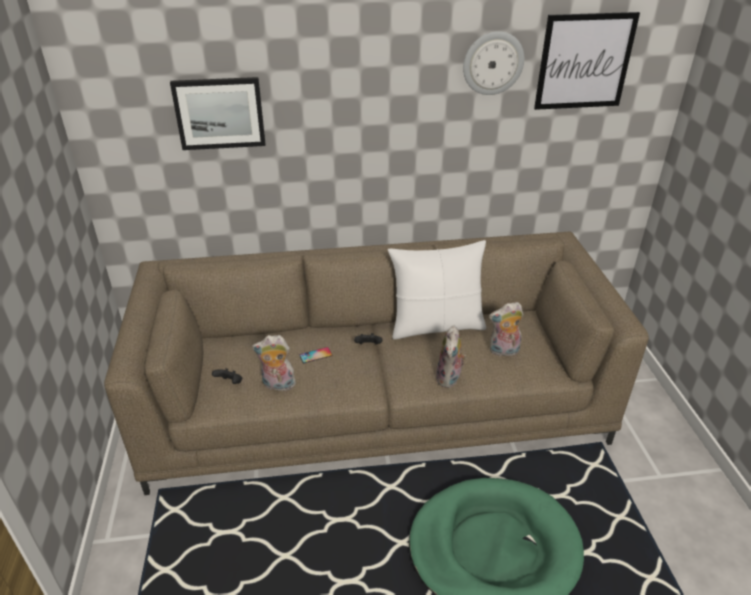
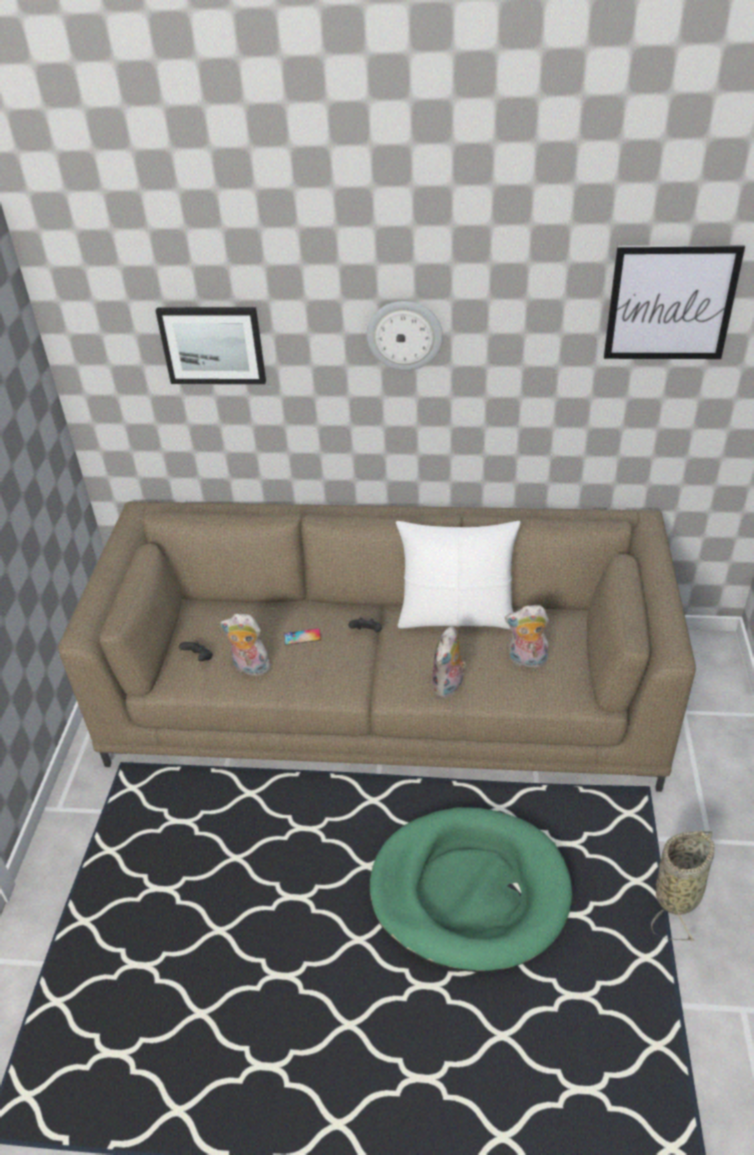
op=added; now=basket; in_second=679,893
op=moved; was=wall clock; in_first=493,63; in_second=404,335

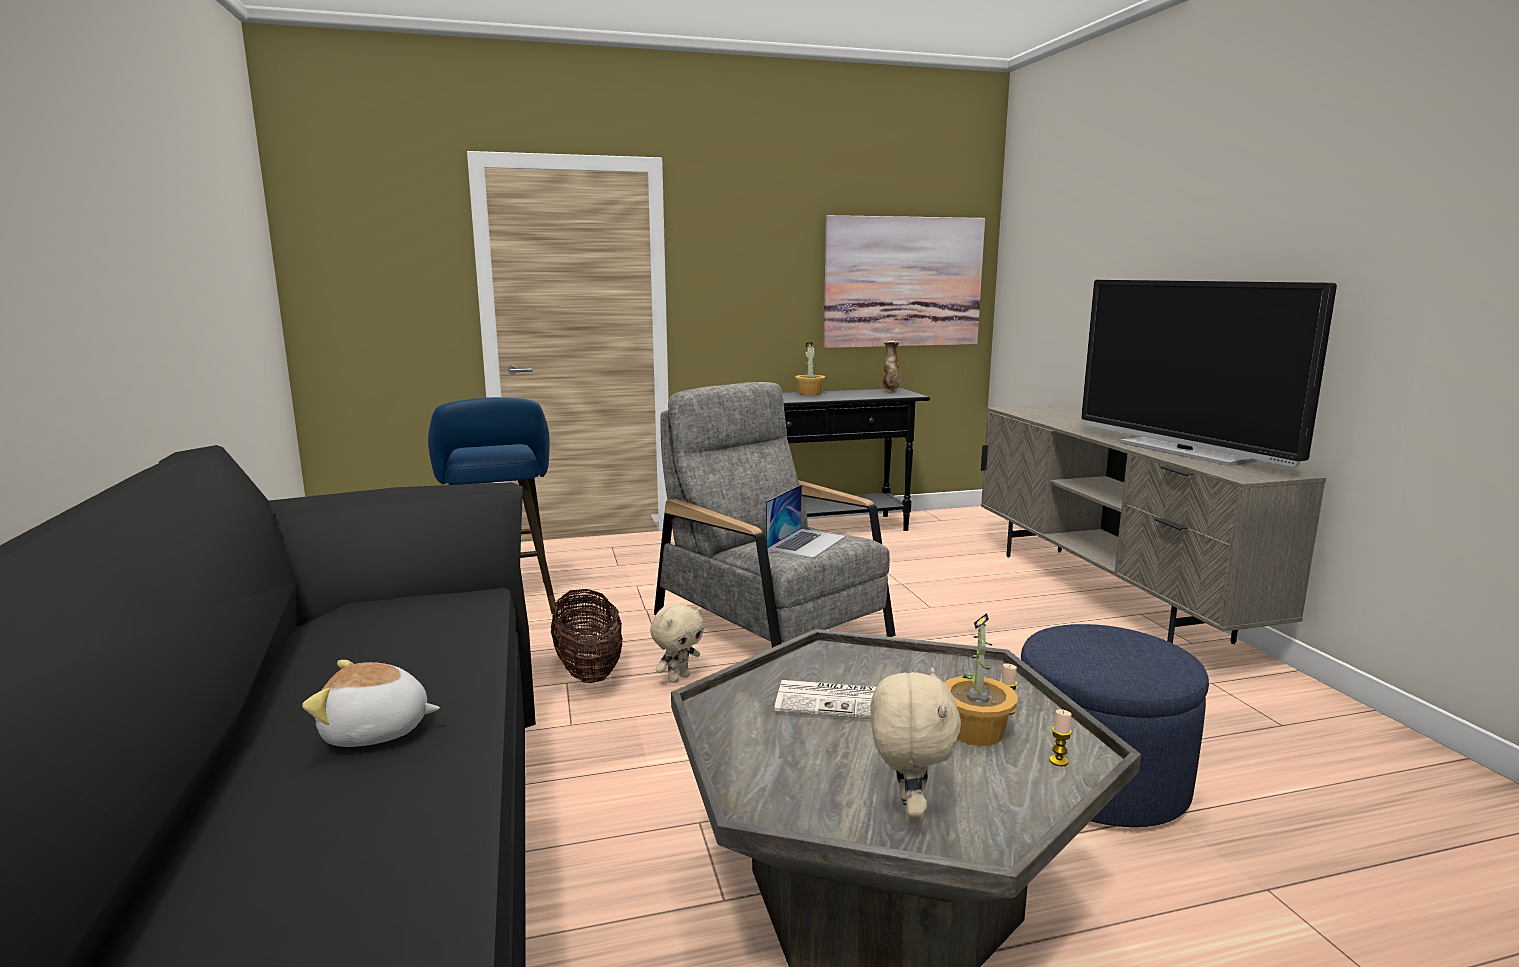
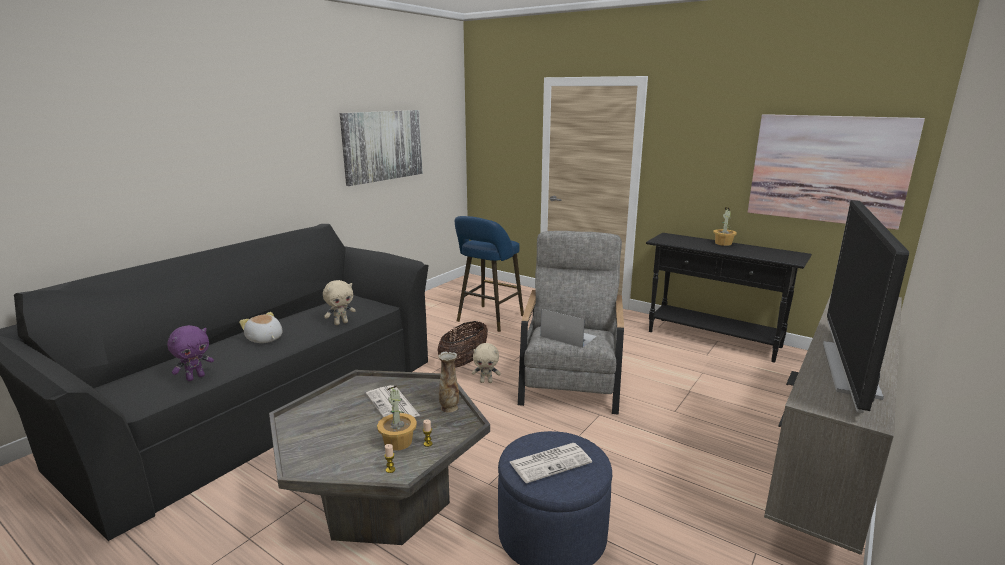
op=added; now=plush toy (purple); in_second=195,377
op=added; now=picture; in_second=383,146
op=added; now=newspaper; in_second=551,462
op=moved; was=plush toy (beige); in_first=907,812; in_second=341,323
op=moved; was=vase; in_first=890,391; in_second=449,407
op=turned; was=laptop; in_first=806,542; in_second=568,336; clockwise=-135

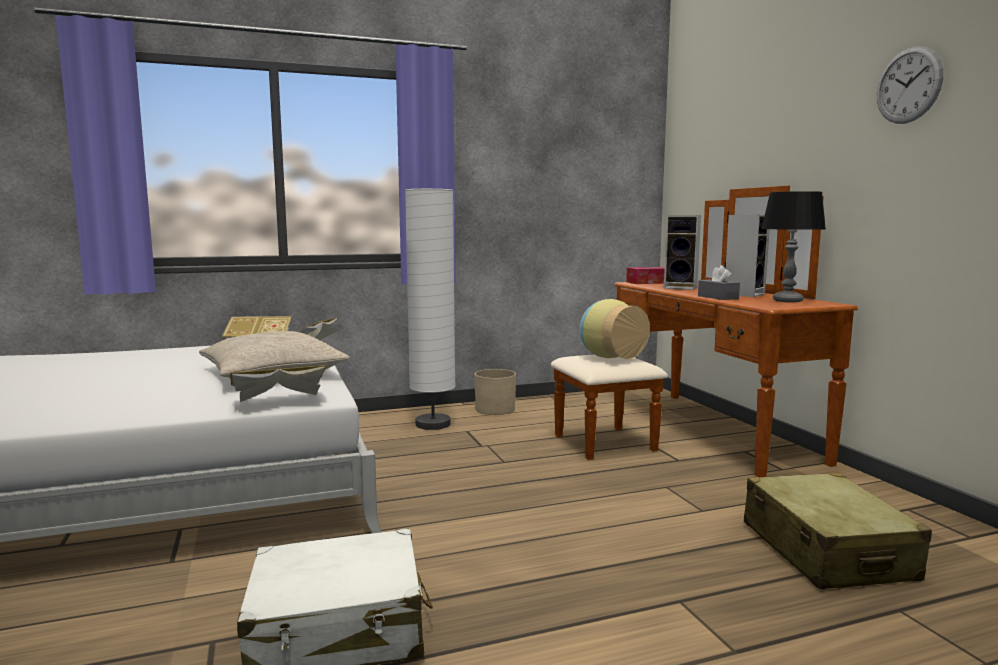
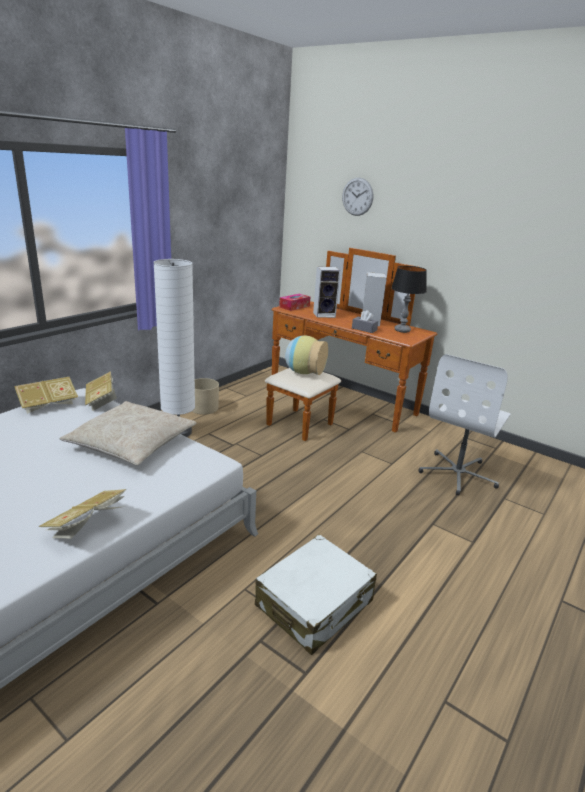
op=moved; was=book; in_first=280,402; in_second=87,527
op=moved; was=wall clock; in_first=908,85; in_second=357,196
op=replaced; was=suitcase (beige); now=office chair (white); in_first=826,551; in_second=458,474

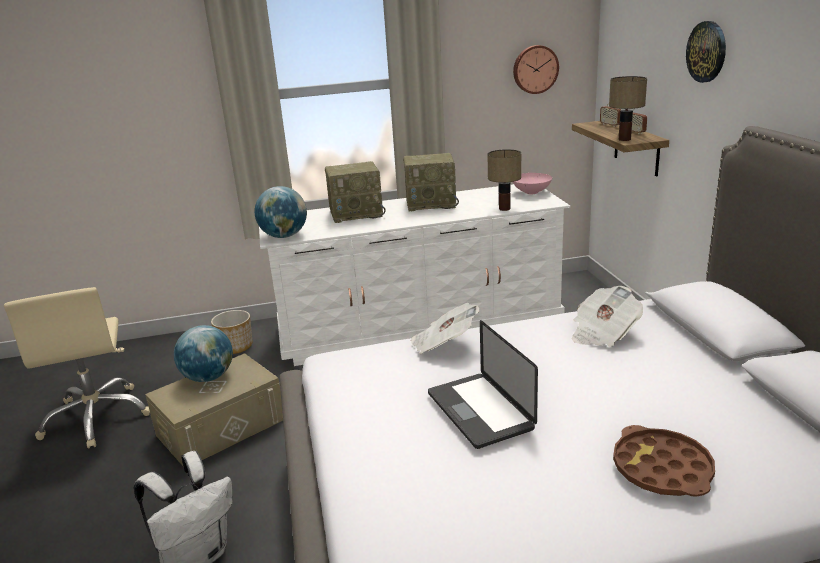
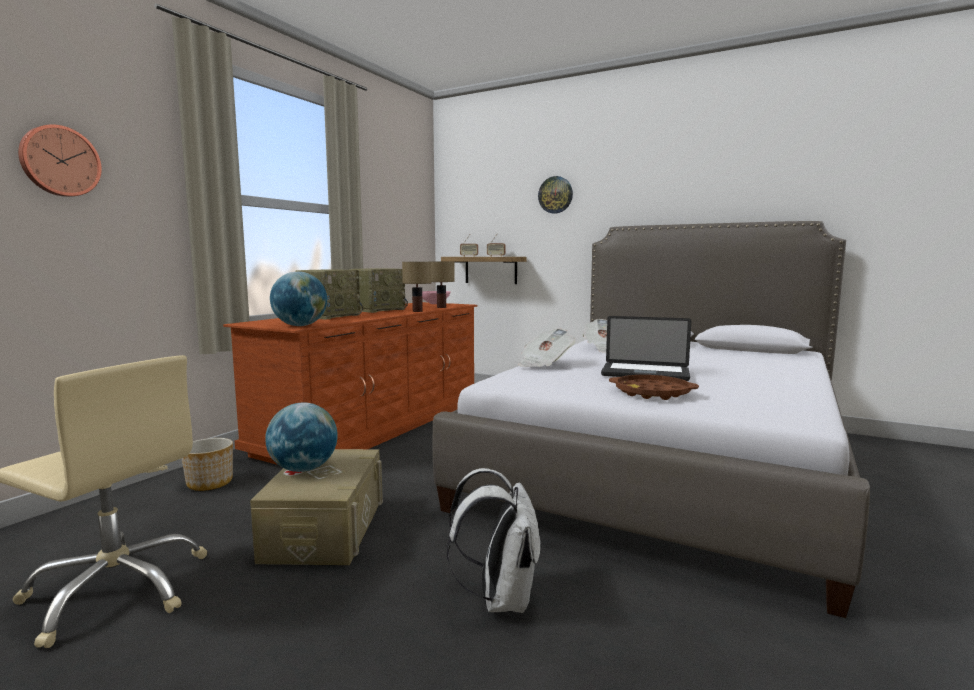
op=moved; was=wall clock; in_first=535,69; in_second=59,161
op=moved; was=table lamp; in_first=624,139; in_second=417,311
op=moved; was=tray (brown); in_first=662,469; in_second=652,393
op=recoloured; was=dresser (white); now=dresser (brown); in_first=418,325; in_second=377,426

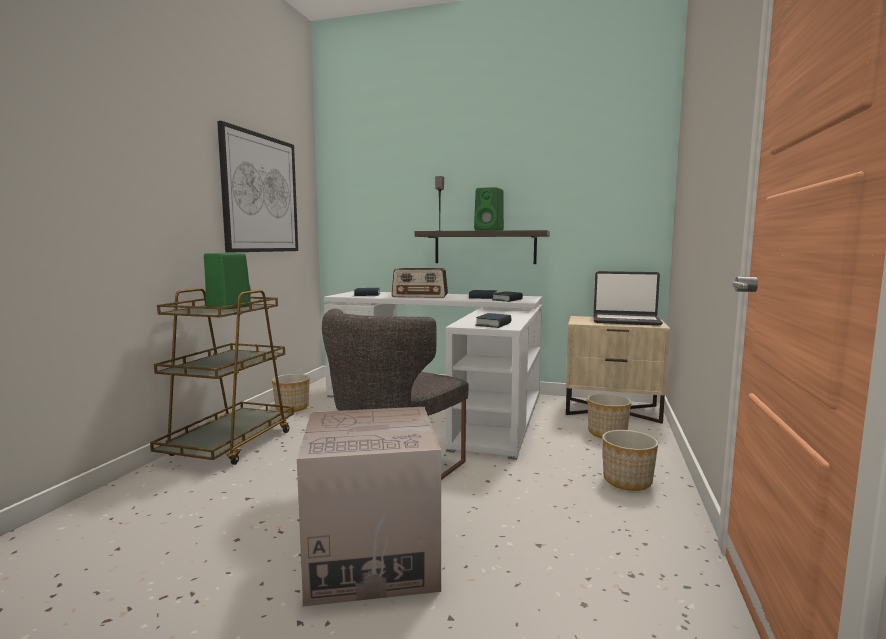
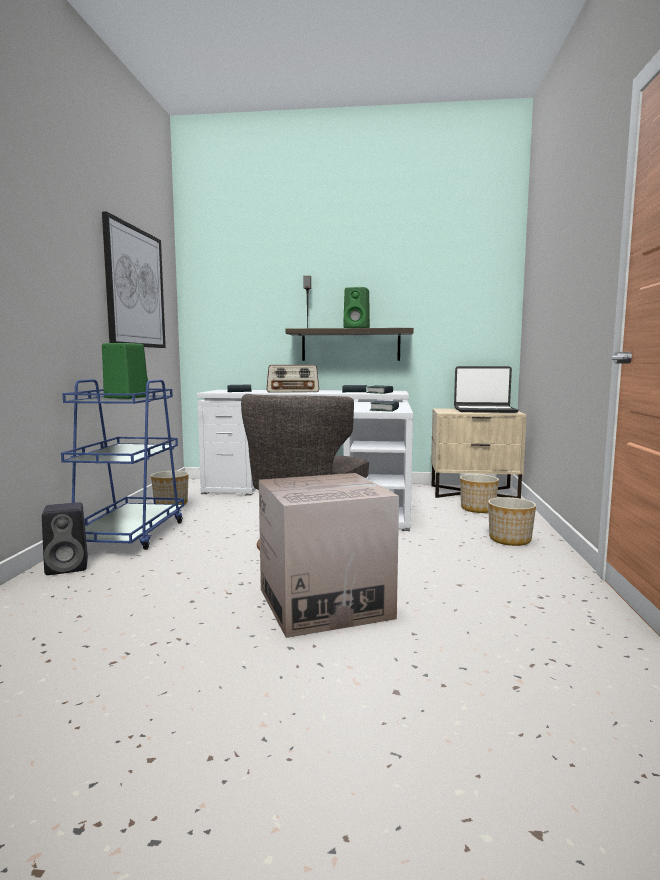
op=added; now=speaker (black); in_second=68,567
op=recoloured; was=cart (brown); now=cart (blue); in_first=230,444; in_second=129,535

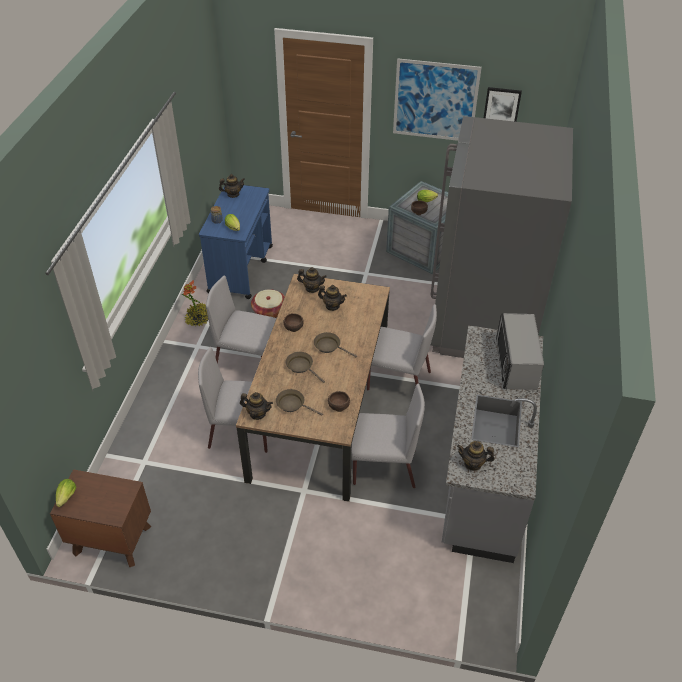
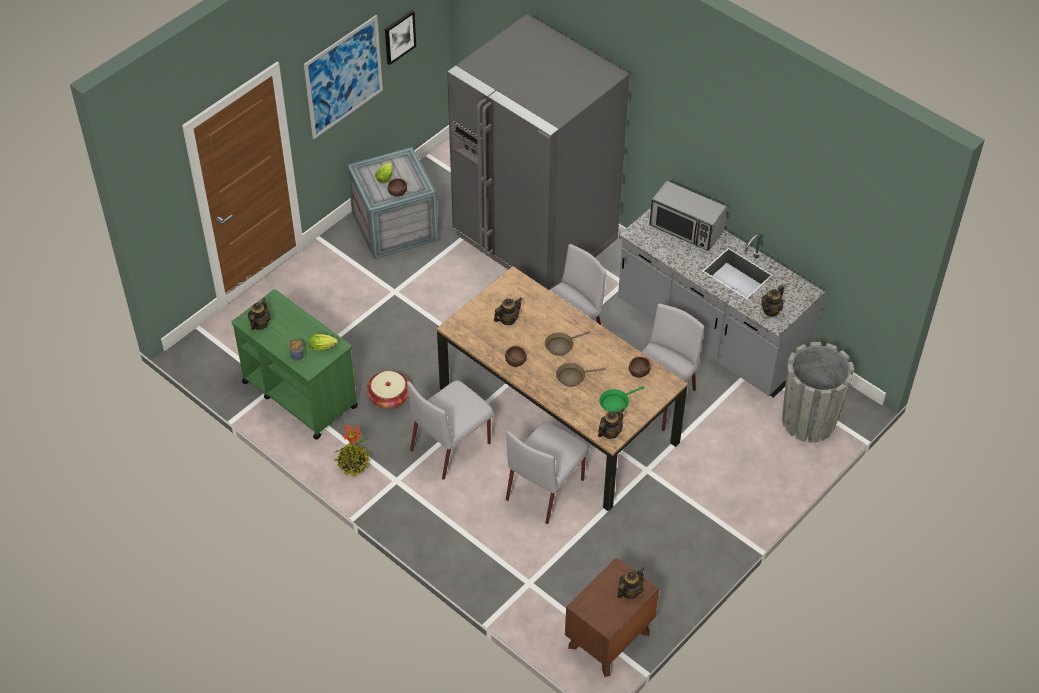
op=removed; was=lettuce; in_first=66,498
op=added; now=planter (grey); in_second=808,421
op=moved; was=teapot; in_first=312,288; in_second=629,591
op=recoloured; was=cart (blue); now=cart (green); in_first=241,269; in_second=299,394
op=recoloured; was=frying pan (brown); now=frying pan (green); in_first=293,404; in_second=616,403

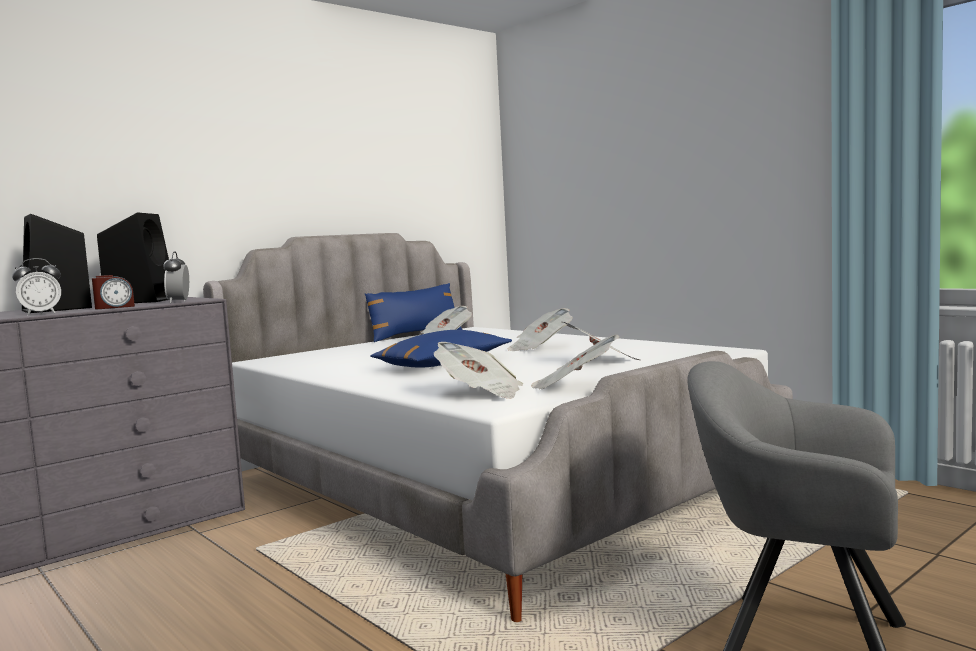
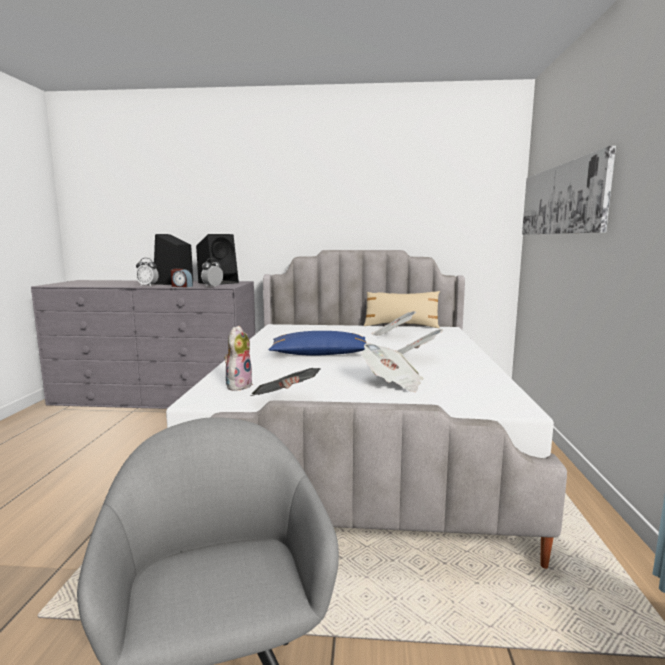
op=added; now=picture; in_second=561,199
op=replaced; was=newspaper; now=plush toy; in_first=480,393; in_second=238,385
op=recoloured; was=pillow (blue); now=pillow (beige); in_first=415,335; in_second=401,326

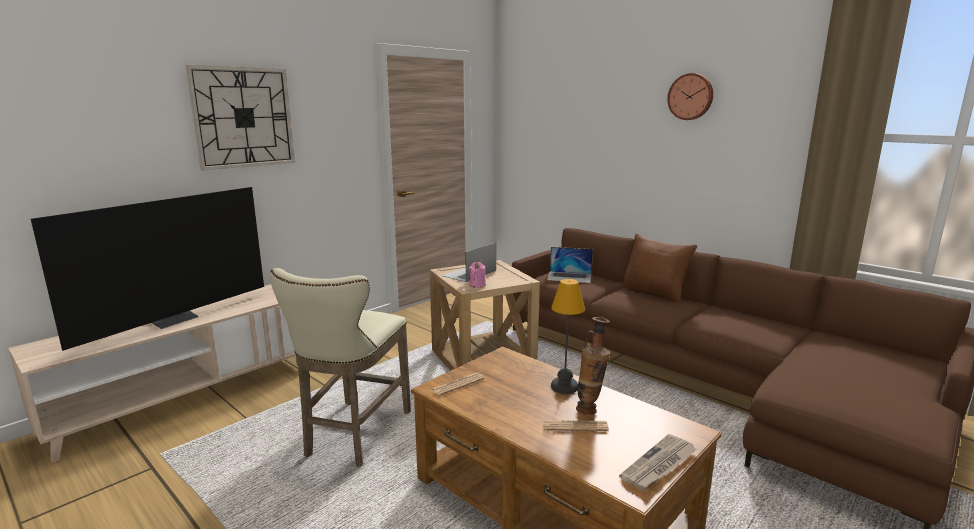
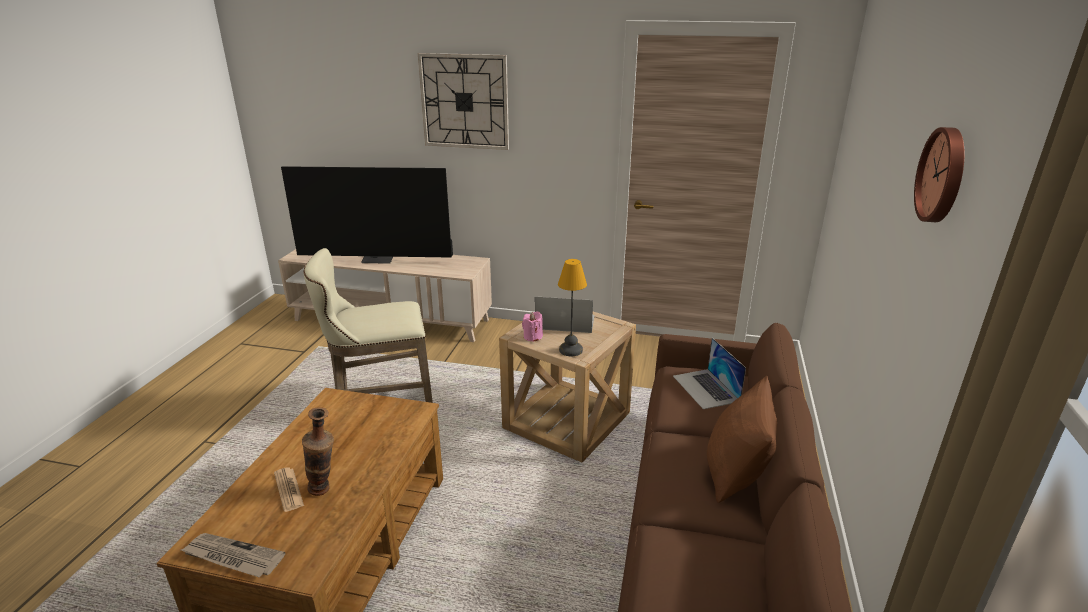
op=removed; was=newspaper; in_first=458,384
op=moved; was=table lamp; in_first=564,387; in_second=570,350

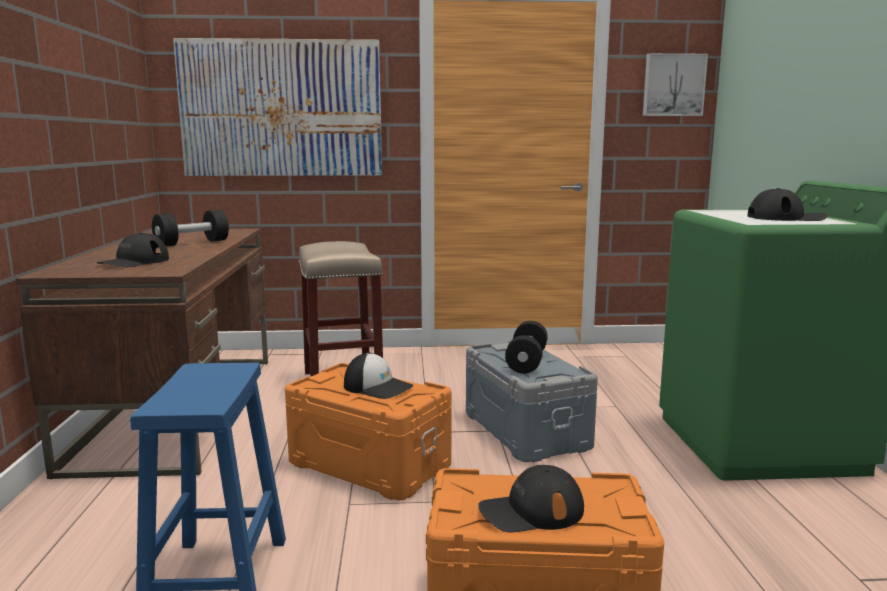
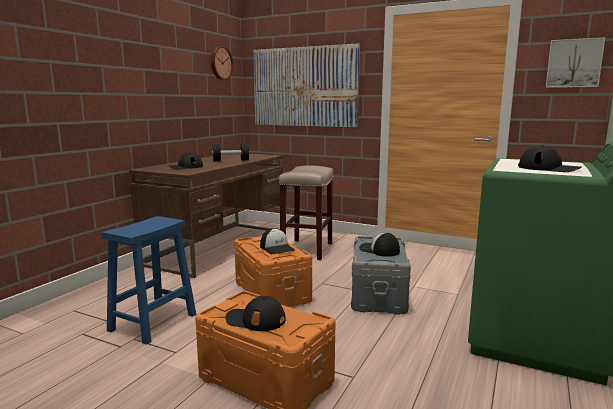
op=added; now=wall clock; in_second=220,63
op=replaced; was=dumbbell (black); now=cap; in_first=526,362; in_second=379,250

